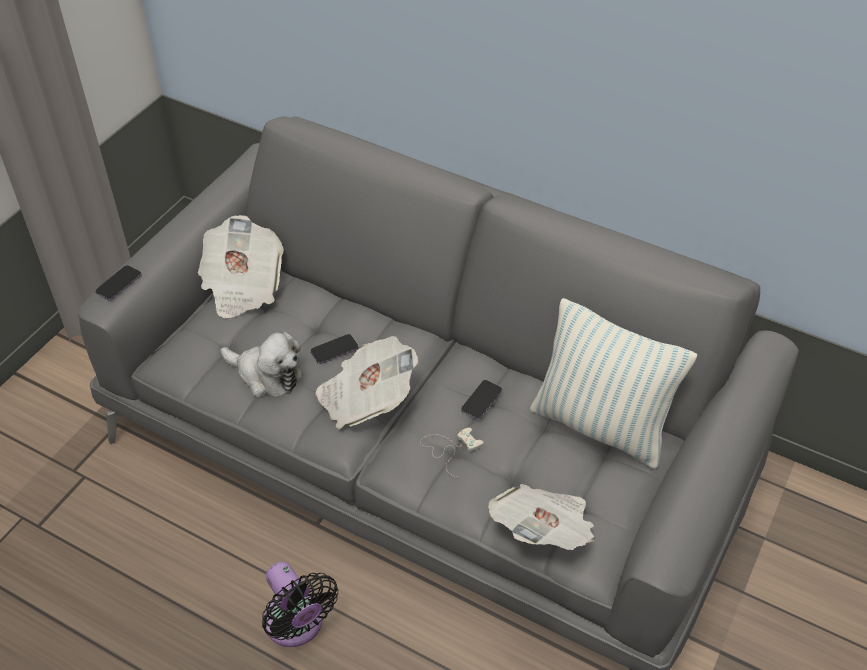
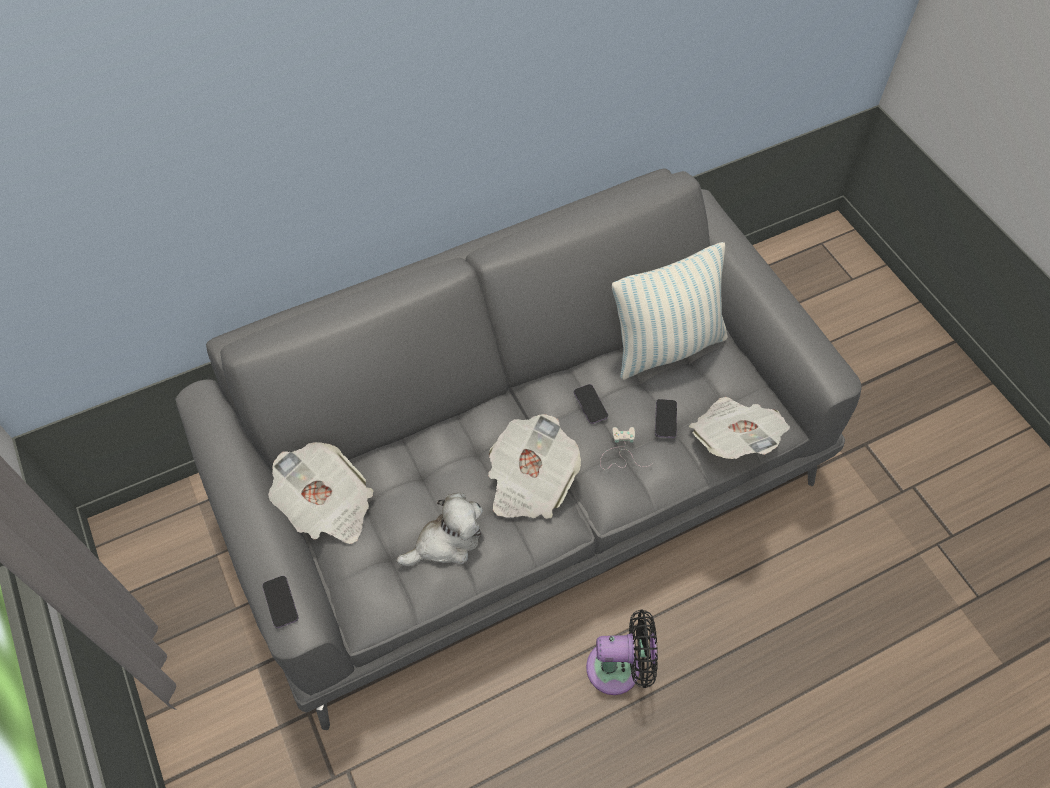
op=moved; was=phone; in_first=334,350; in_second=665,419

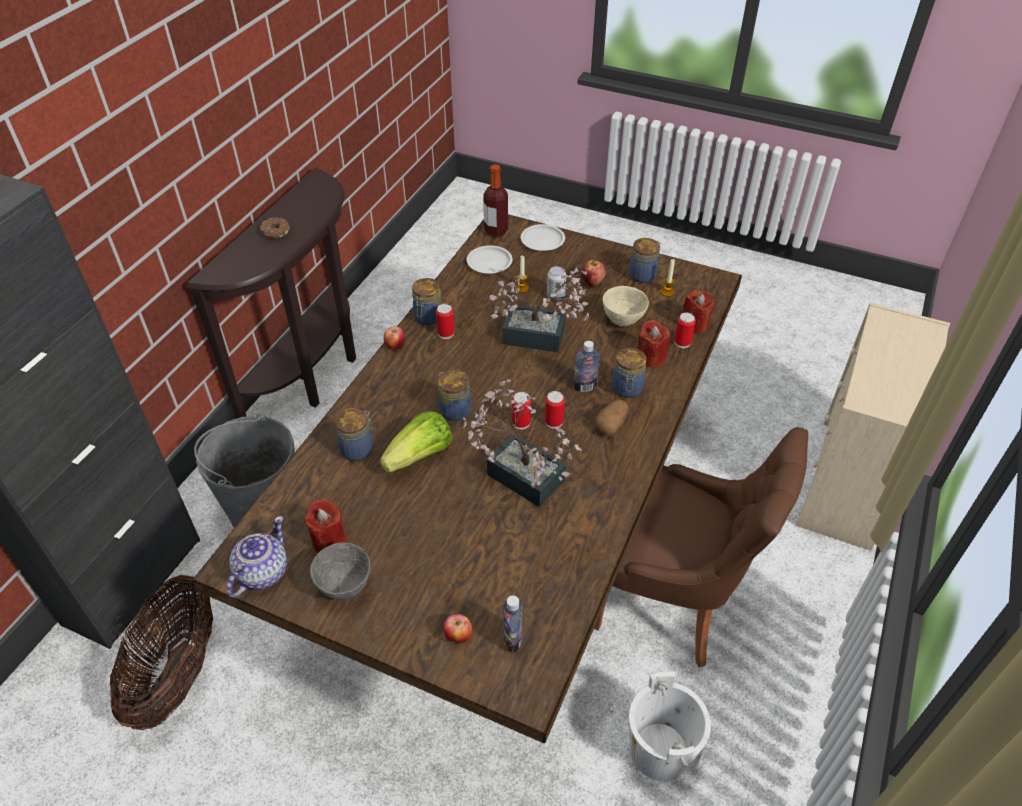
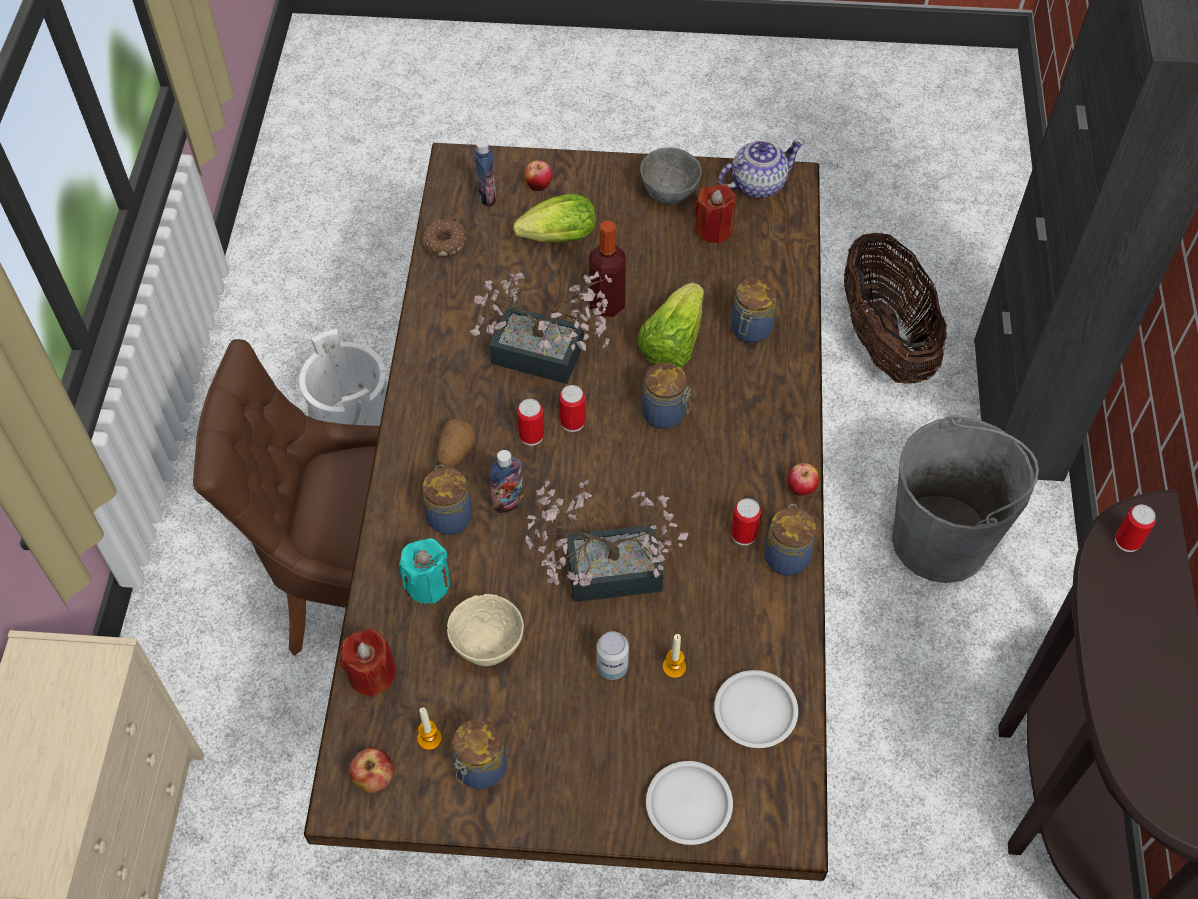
op=added; now=lettuce; in_second=554,238
op=moved; was=donut; in_first=275,232; in_second=445,242
op=moved; was=bottle; in_first=496,231; in_second=607,304
op=moved; was=apple; in_first=592,283; in_second=374,779
op=moved; was=can; in_first=682,342; in_second=1127,541
op=recoloured; was=candle (red); now=candle (turquoise); in_first=651,357; in_second=427,584
op=turned; was=teapot; in_first=261,573; in_second=757,184; clockwise=-120

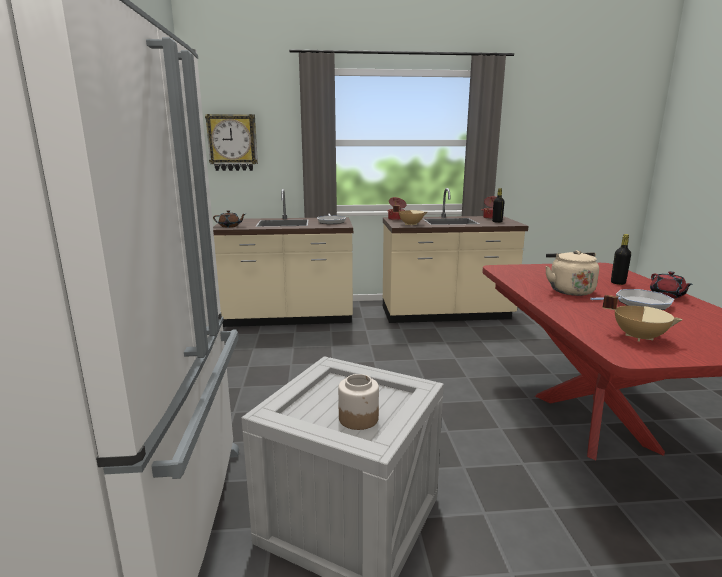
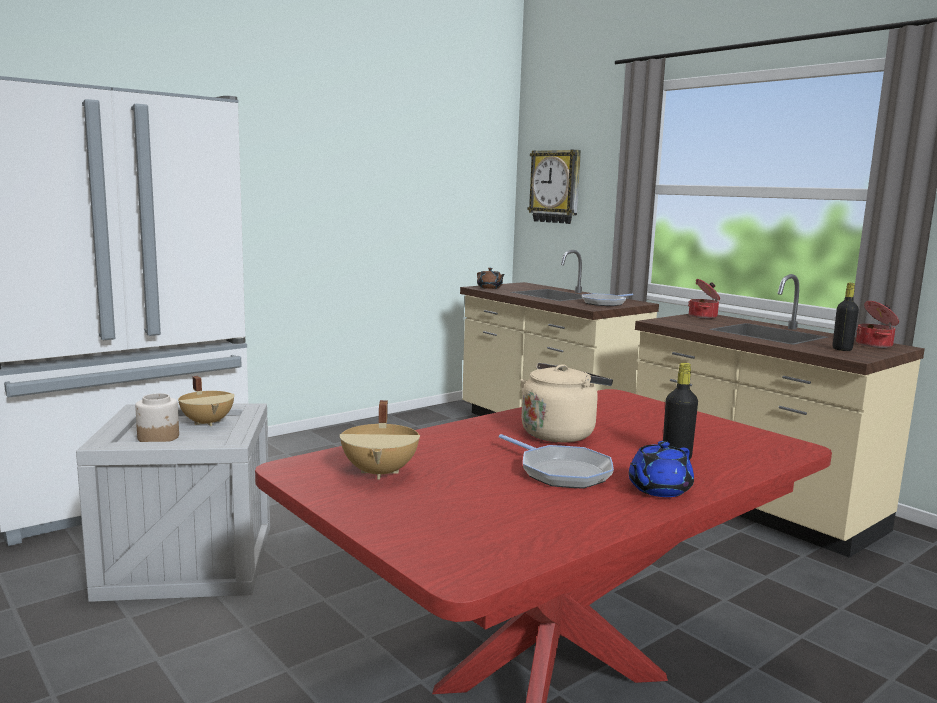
op=moved; was=cooking pot (beige); in_first=410,224; in_second=208,422
op=recoloured; was=teapot (red); now=teapot (blue); in_first=667,295; in_second=658,489

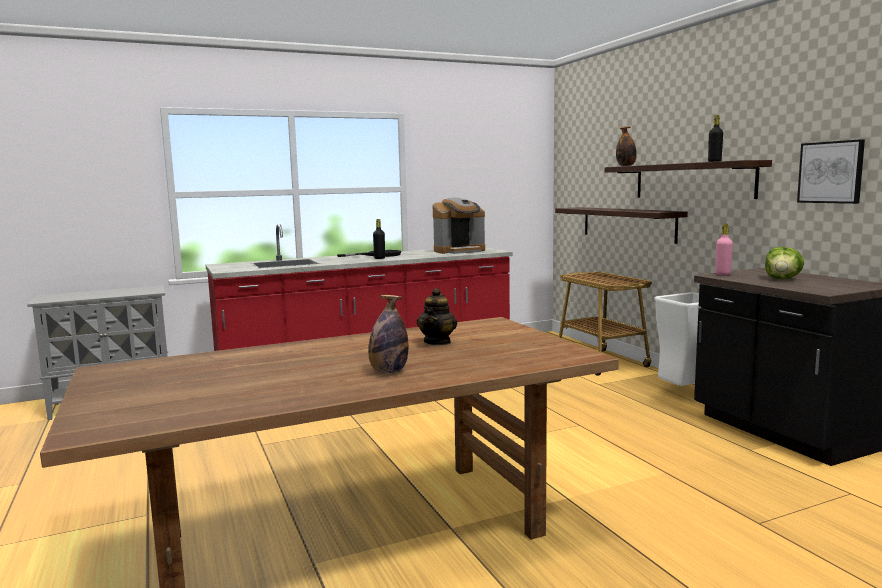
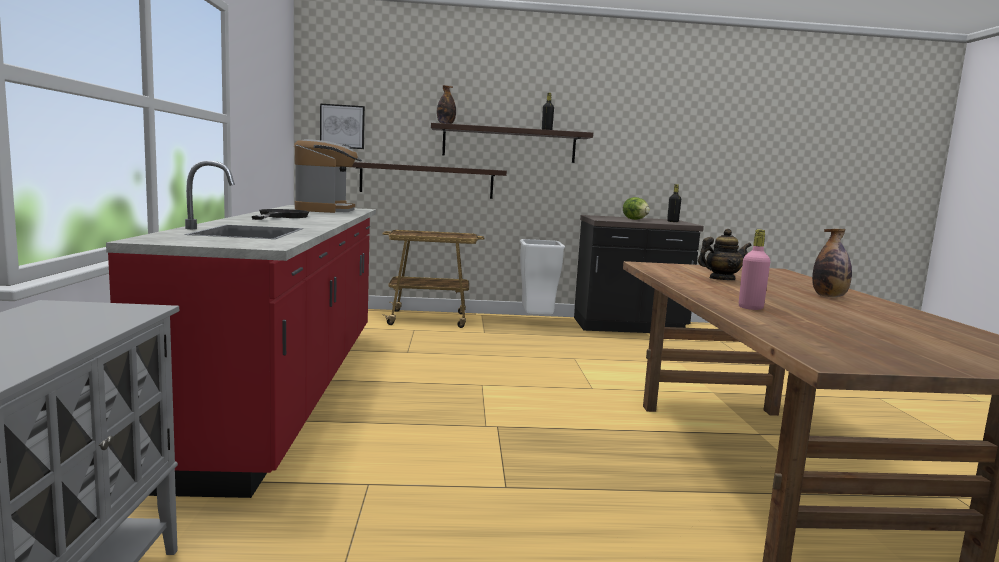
op=moved; was=bottle (black); in_first=379,258; in_second=672,221
op=moved; was=bottle (pink); in_first=722,274; in_second=750,308
op=moved; was=picture; in_first=831,172; in_second=342,126
op=turned; was=teapot; in_first=437,342; in_second=721,279; clockwise=-45

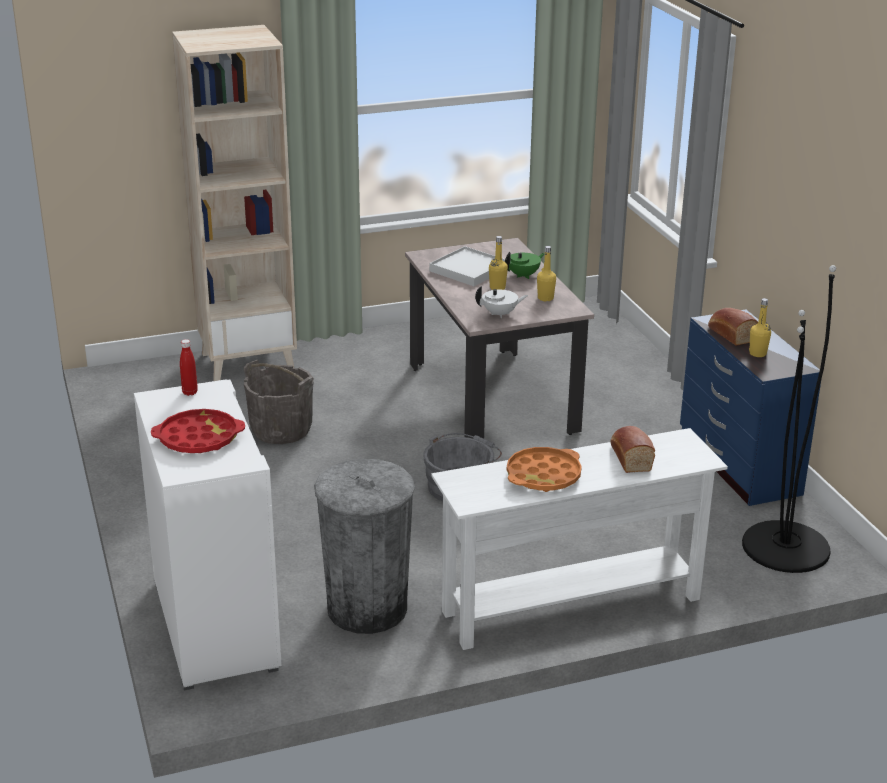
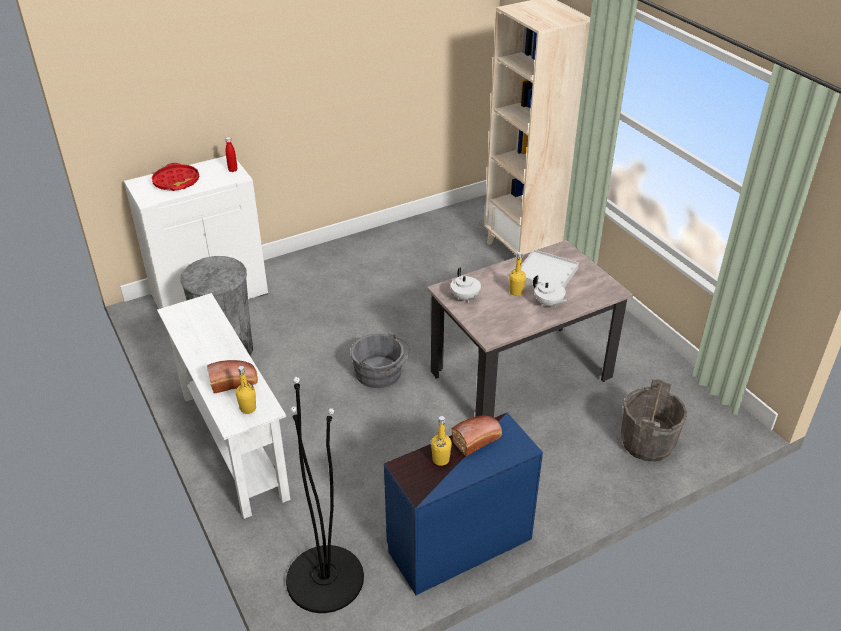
op=removed; was=tray (orange); in_first=543,475
op=moved; was=bucket (grey); in_first=281,429; in_second=647,443
op=moved; was=bottle (yellow); in_first=545,298; in_second=248,408
op=recoloured; was=teapot (green); now=teapot (white); in_first=524,275; in_second=548,304

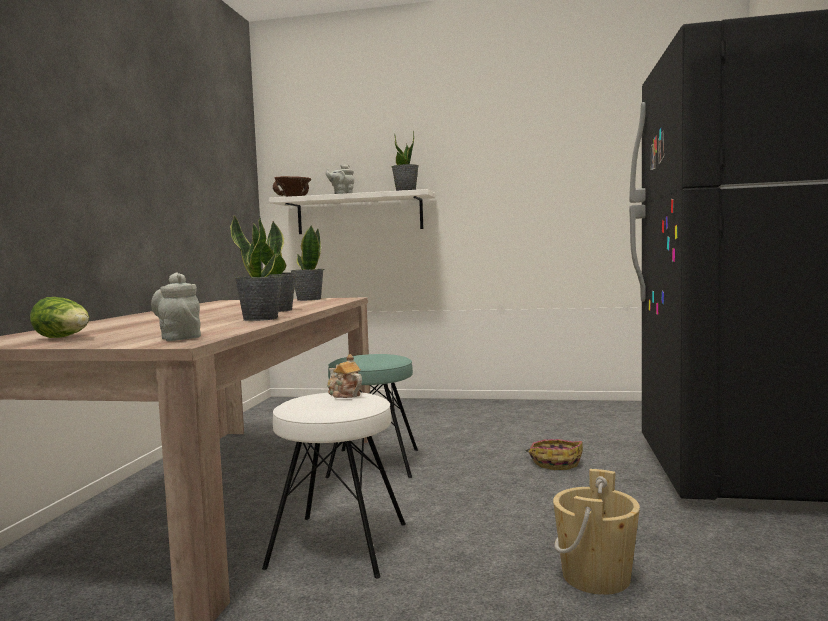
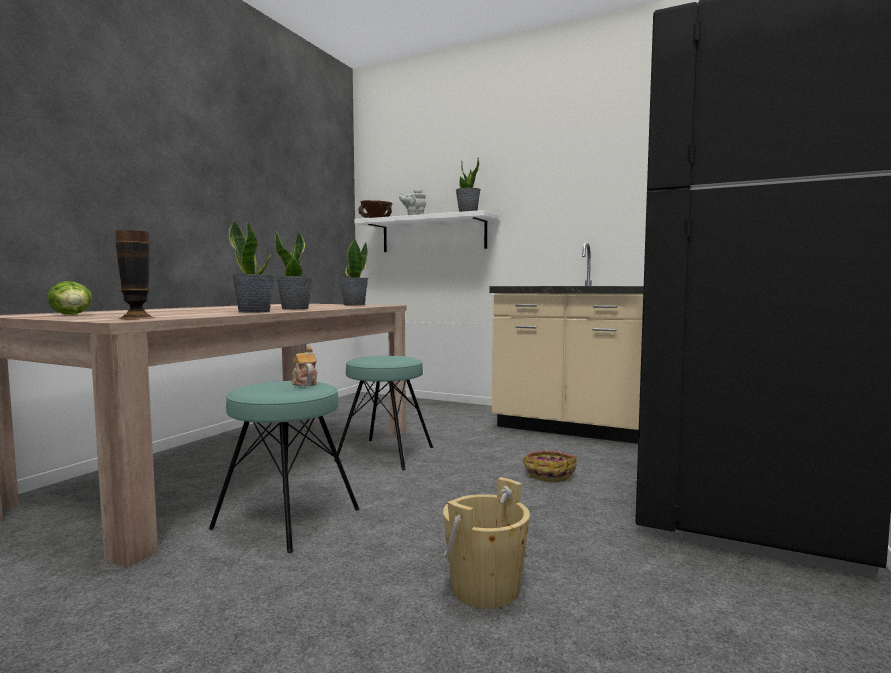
op=added; now=counter (beige); in_second=573,427
op=replaced; was=teapot (grey); now=vase; in_first=179,338; in_second=136,318
op=recoloured; was=stool (white); now=stool (turquoise); in_first=338,545; in_second=287,519

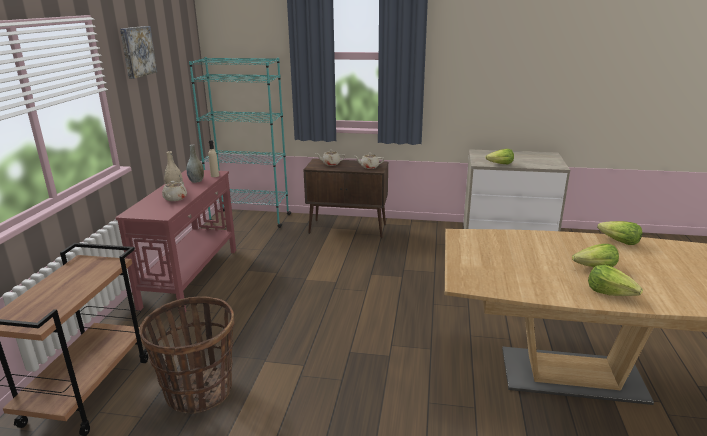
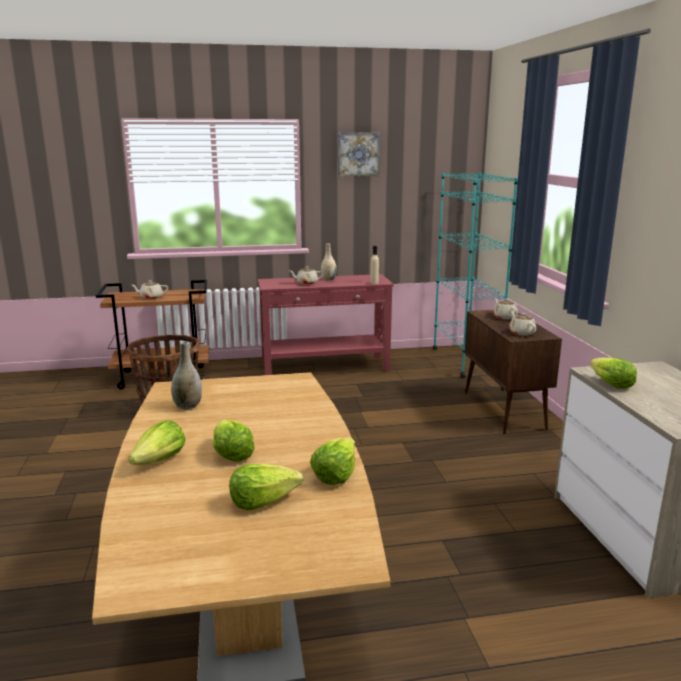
op=added; now=teapot (beige); in_second=151,297
op=added; now=lettuce; in_second=263,501
op=moved; was=vase (grey); in_first=196,181; in_second=188,406

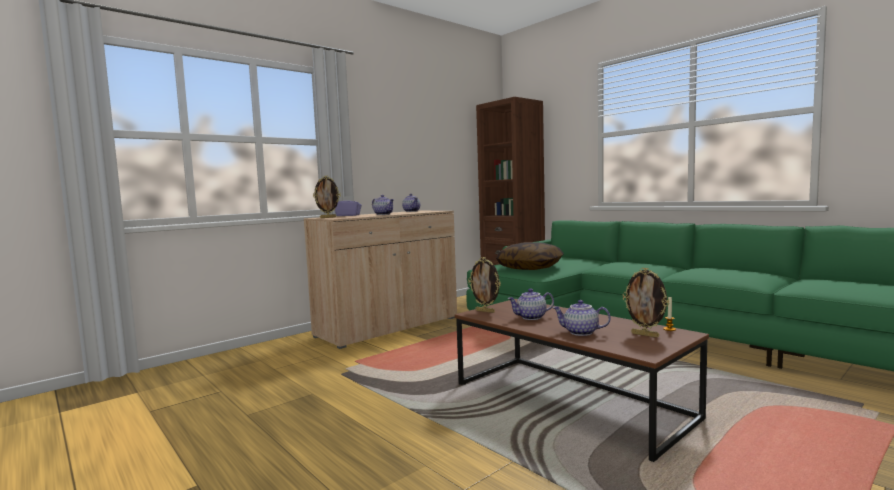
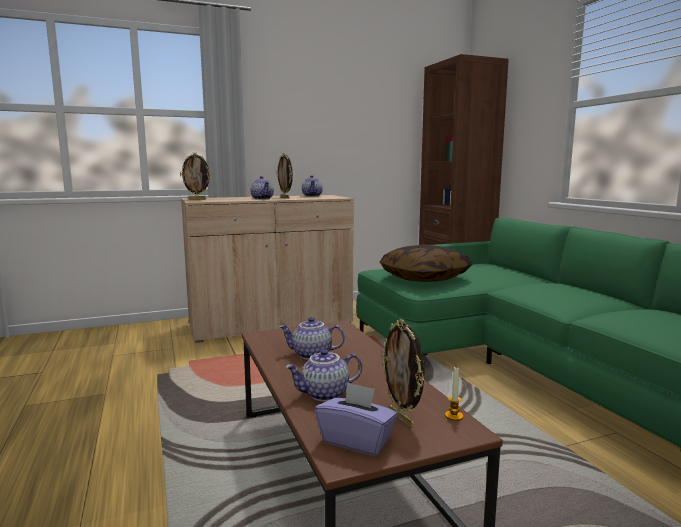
op=moved; was=tissue box (purple); in_first=348,215; in_second=357,440
op=moved; was=picture frame; in_first=485,311; in_second=285,198
op=turned; was=teapot; in_first=580,332; in_second=325,394; clockwise=-60

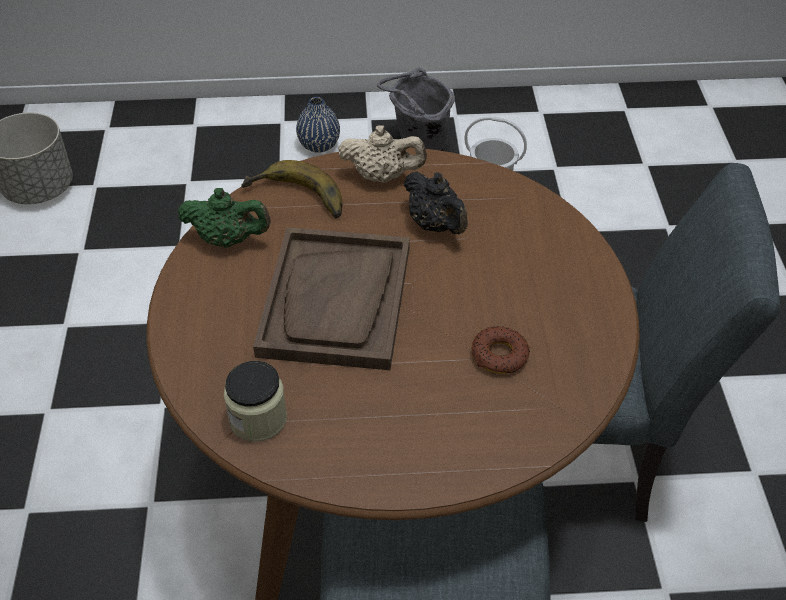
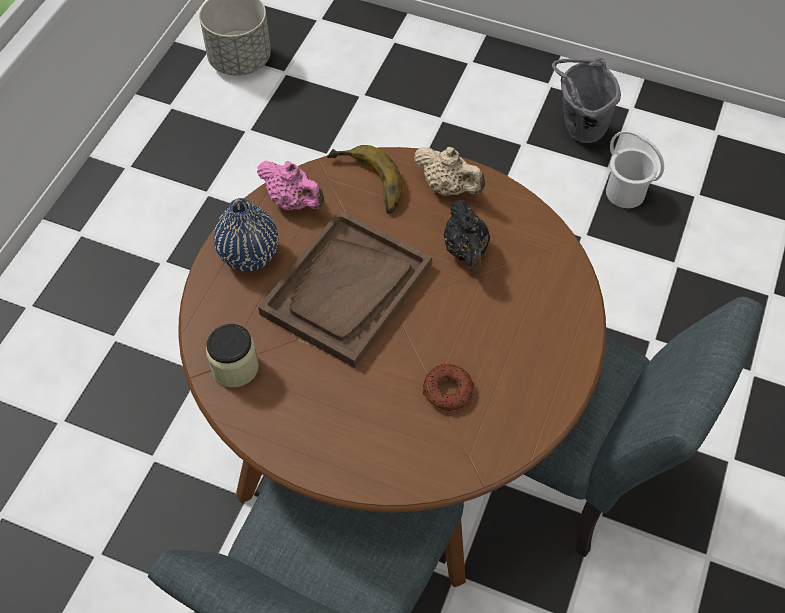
op=moved; was=vase (blue); in_first=319,145; in_second=249,255
op=recoloured; was=teapot (green); now=teapot (pink); in_first=228,240; in_second=293,201

